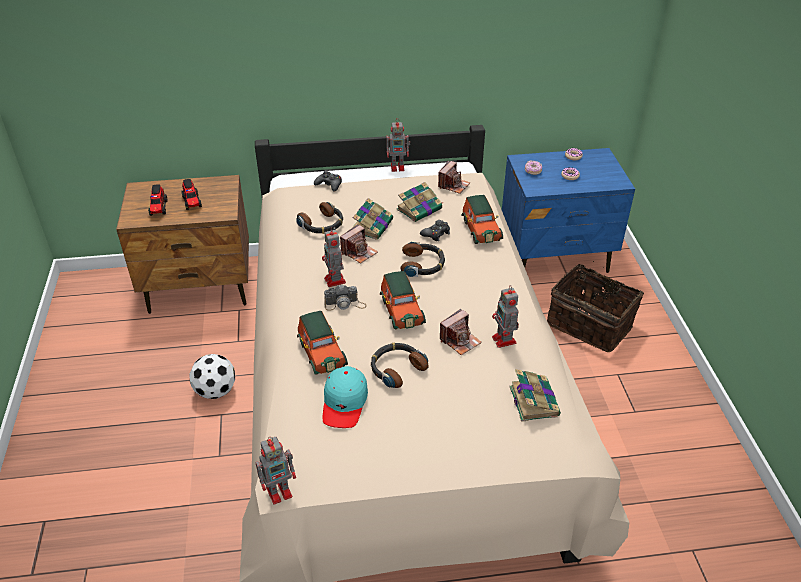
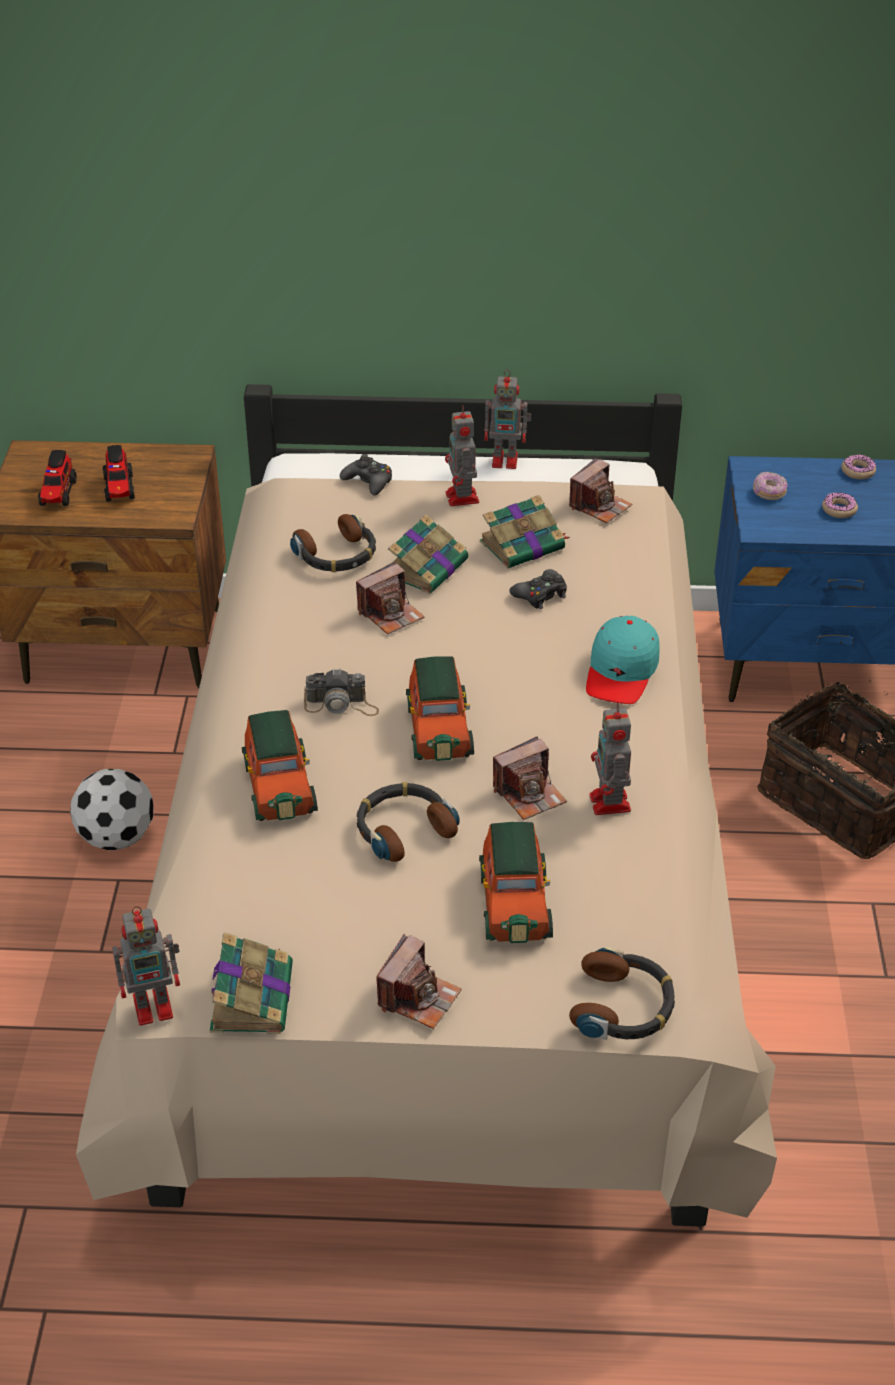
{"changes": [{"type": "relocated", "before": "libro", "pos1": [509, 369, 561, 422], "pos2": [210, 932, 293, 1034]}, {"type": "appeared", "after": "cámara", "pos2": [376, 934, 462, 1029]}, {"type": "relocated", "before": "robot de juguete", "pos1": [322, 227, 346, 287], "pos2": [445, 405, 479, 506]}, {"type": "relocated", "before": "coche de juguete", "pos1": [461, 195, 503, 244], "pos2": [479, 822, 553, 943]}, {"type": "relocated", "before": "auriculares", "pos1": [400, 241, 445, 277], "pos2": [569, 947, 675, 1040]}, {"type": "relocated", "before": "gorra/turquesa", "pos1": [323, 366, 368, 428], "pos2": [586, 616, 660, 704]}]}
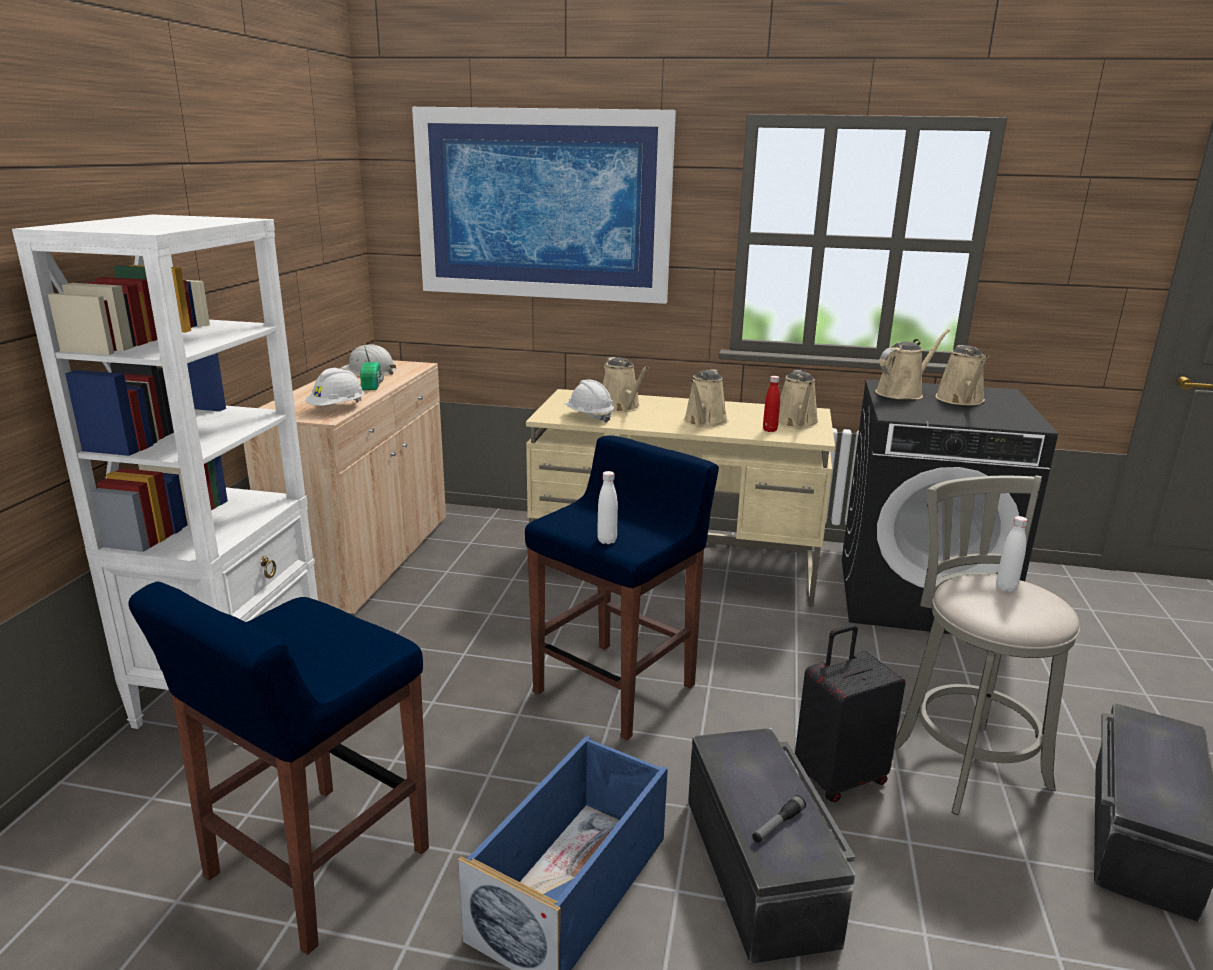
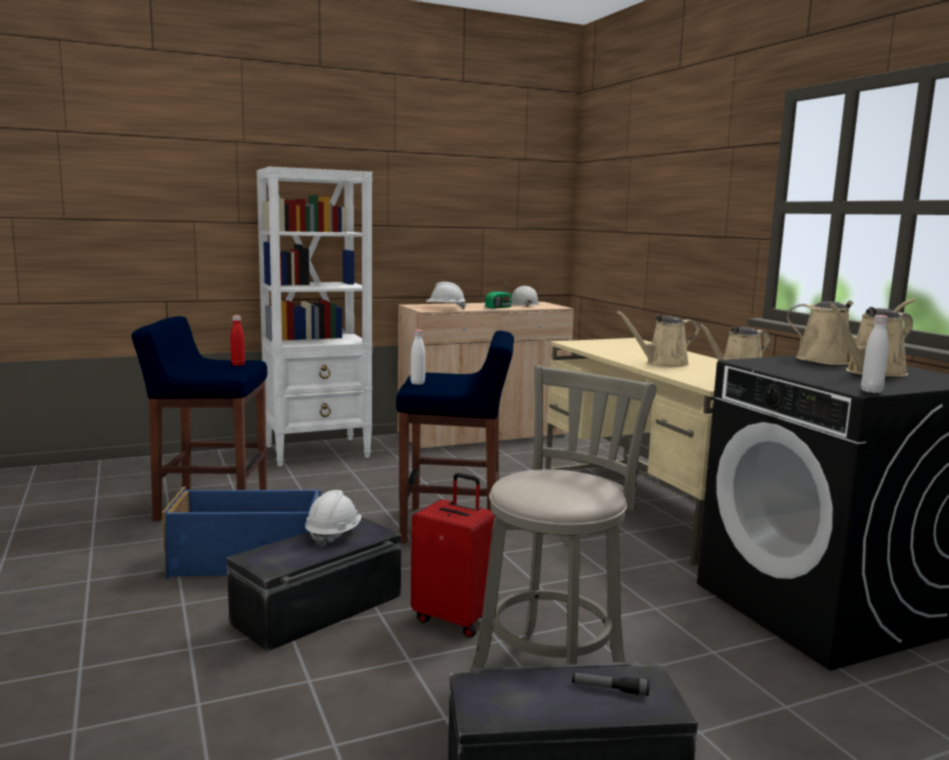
{"changes": [{"type": "relocated", "before": "botella/rojo", "pos1": [763, 376, 780, 432], "pos2": [230, 315, 245, 366]}, {"type": "relocated", "before": "casco/blanco", "pos1": [565, 380, 614, 423], "pos2": [305, 490, 362, 547]}, {"type": "colour", "before": "maleta/negro", "after": "maleta/rojo", "pos1": [795, 625, 906, 802], "pos2": [411, 473, 496, 638]}, {"type": "relocated", "before": "linterna", "pos1": [752, 795, 806, 843], "pos2": [572, 673, 649, 696]}, {"type": "relocated", "before": "botella/blanco", "pos1": [996, 516, 1028, 592], "pos2": [861, 315, 889, 393]}, {"type": "missing", "before": "cuadro", "pos1": [412, 107, 676, 304]}, {"type": "missing", "before": "regadera/beis", "pos1": [603, 357, 649, 412]}]}
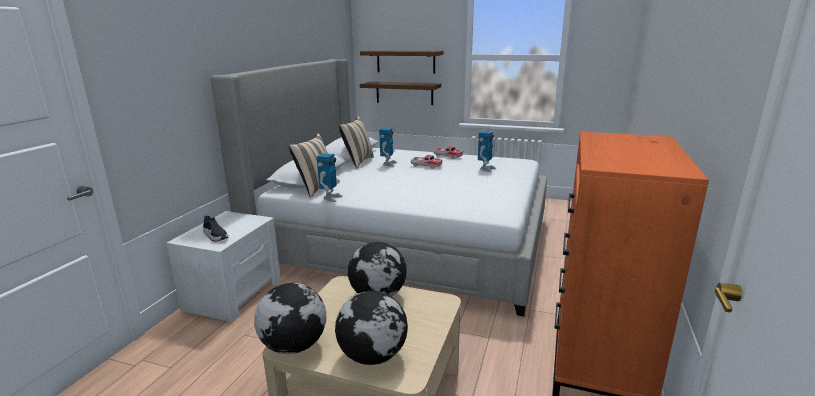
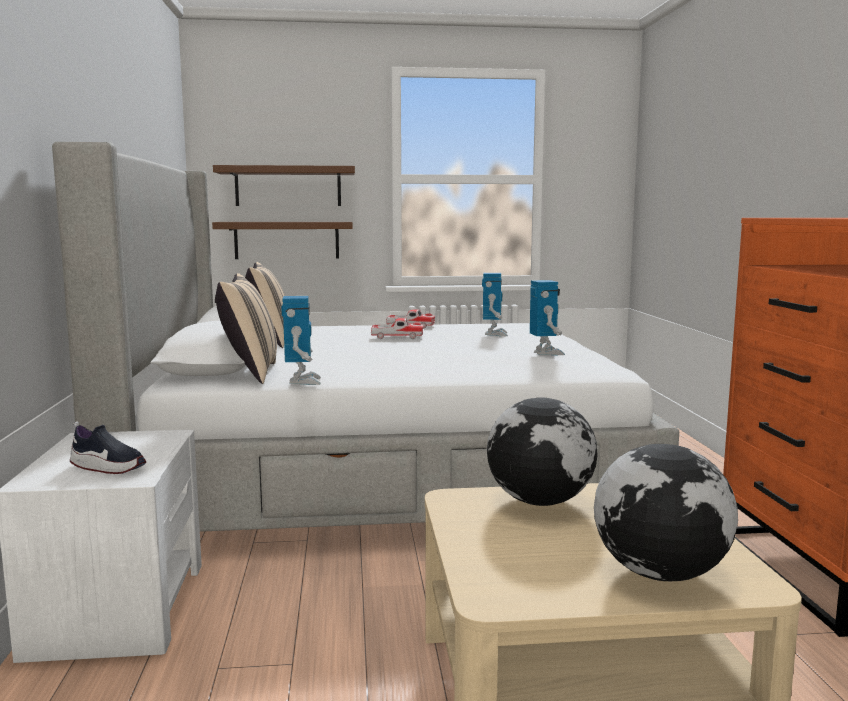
{"changes": [{"type": "relocated", "before": "robot de juguete", "pos1": [379, 128, 397, 167], "pos2": [530, 280, 565, 355]}, {"type": "missing", "before": "globo terráqueo", "pos1": [254, 283, 326, 354]}]}
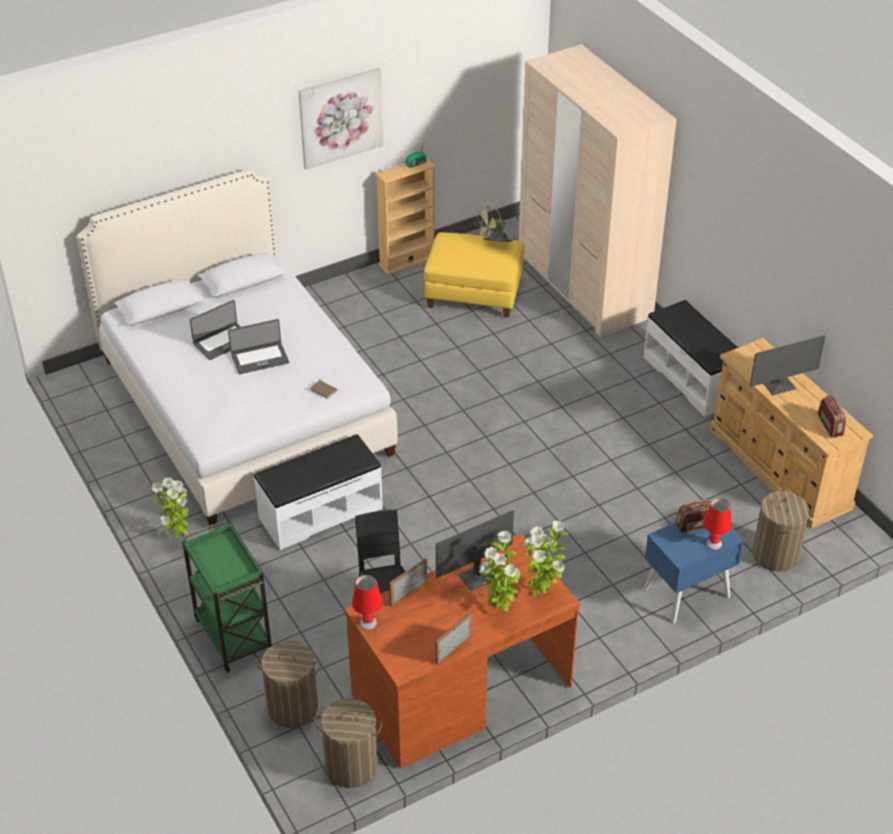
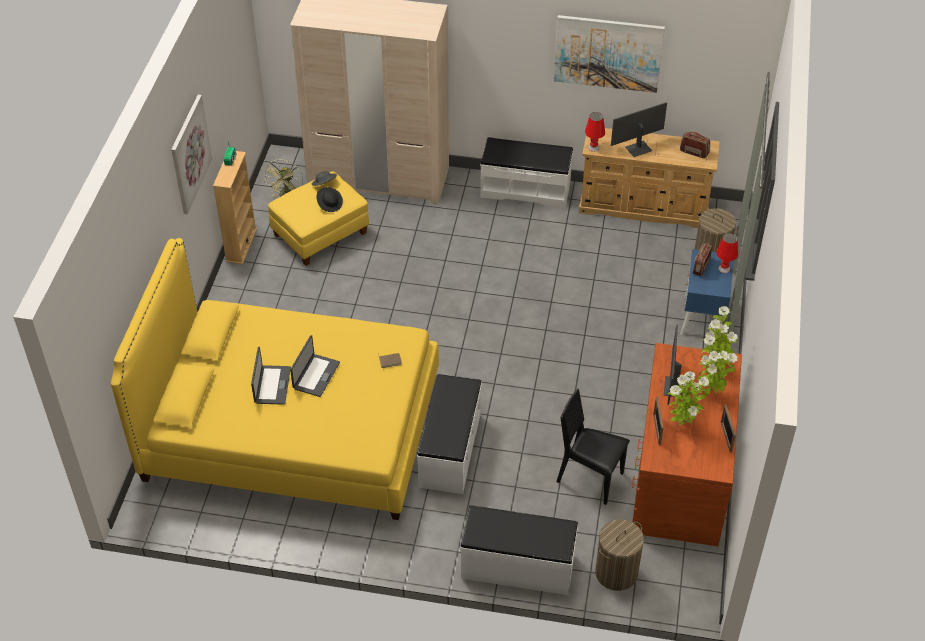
{"changes": [{"type": "colour", "before": "cama/blanco", "after": "cama/amarillo", "pos1": [77, 169, 398, 526], "pos2": [111, 238, 439, 520]}, {"type": "appeared", "after": "sombrero/negro", "pos2": [316, 187, 343, 212]}, {"type": "exchanged", "before": "carrito/verde", "after": "banco/blanco", "pos1": [182, 521, 272, 673], "pos2": [461, 505, 578, 595]}, {"type": "appeared", "after": "cuadro", "pos2": [554, 15, 665, 93]}, {"type": "relocated", "before": "lámpara de mesa/rojo", "pos1": [352, 575, 383, 630], "pos2": [585, 112, 605, 152]}, {"type": "spun", "before": "monitor", "pos1": [750, 335, 825, 395], "pos2": [611, 102, 667, 157], "turn": -135}, {"type": "relocated", "before": "planta en maceta", "pos1": [151, 477, 190, 538], "pos2": [667, 371, 710, 425]}, {"type": "missing", "before": "cesto de la ropa", "pos1": [315, 698, 382, 788]}]}
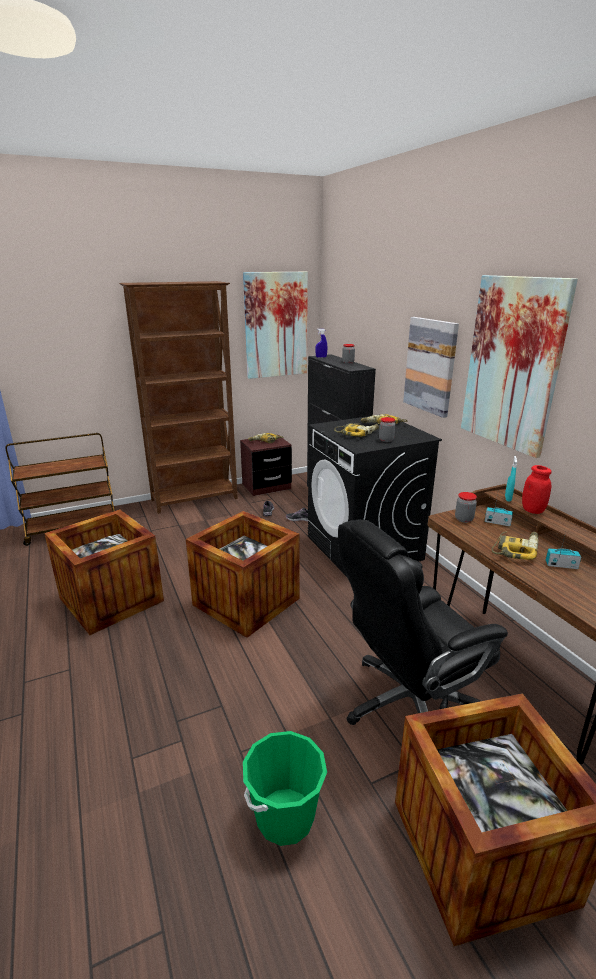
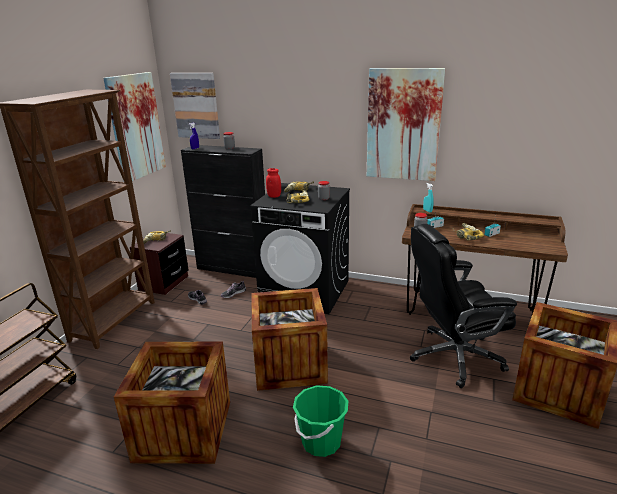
{"changes": [{"type": "relocated", "before": "cuadro", "pos1": [403, 317, 459, 418], "pos2": [170, 73, 220, 139]}, {"type": "relocated", "before": "tarro/rojo", "pos1": [522, 465, 552, 514], "pos2": [266, 168, 281, 198]}, {"type": "relocated", "before": "cubo/verde", "pos1": [243, 731, 327, 846], "pos2": [293, 385, 348, 457]}, {"type": "spun", "before": "silla de oficina/negro", "pos1": [338, 519, 508, 725], "pos2": [410, 224, 517, 388], "turn": 60}]}
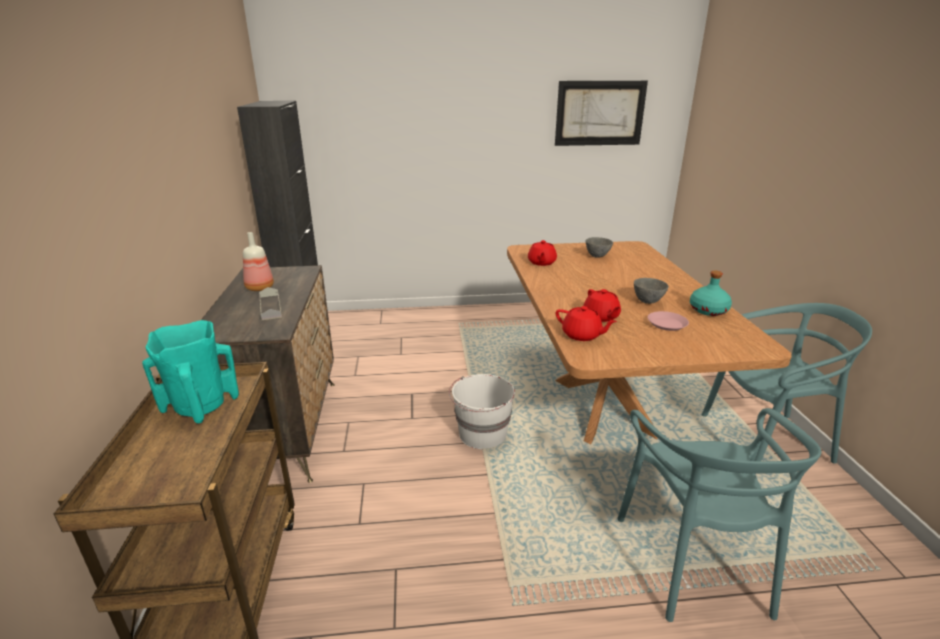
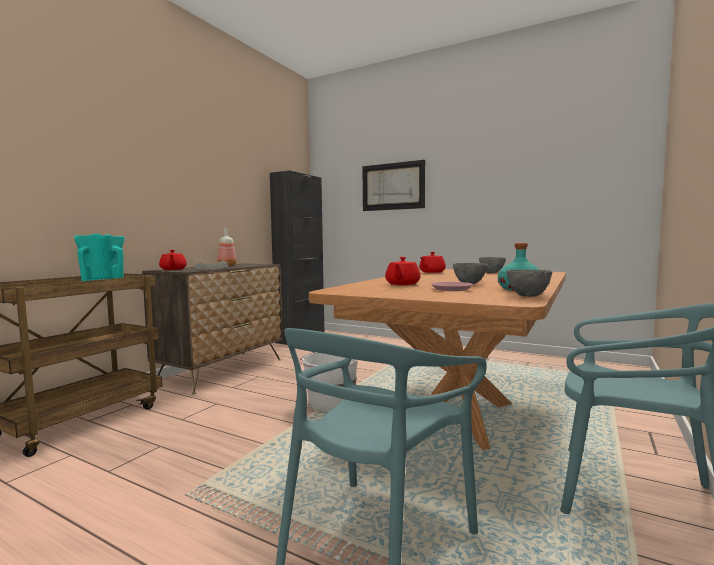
{"changes": [{"type": "relocated", "before": "tetera/rojo", "pos1": [556, 306, 617, 341], "pos2": [159, 250, 187, 270]}, {"type": "relocated", "before": "cuadro", "pos1": [555, 81, 648, 146], "pos2": [362, 160, 425, 211]}, {"type": "appeared", "after": "cuenco/gris", "pos2": [507, 270, 553, 297]}]}
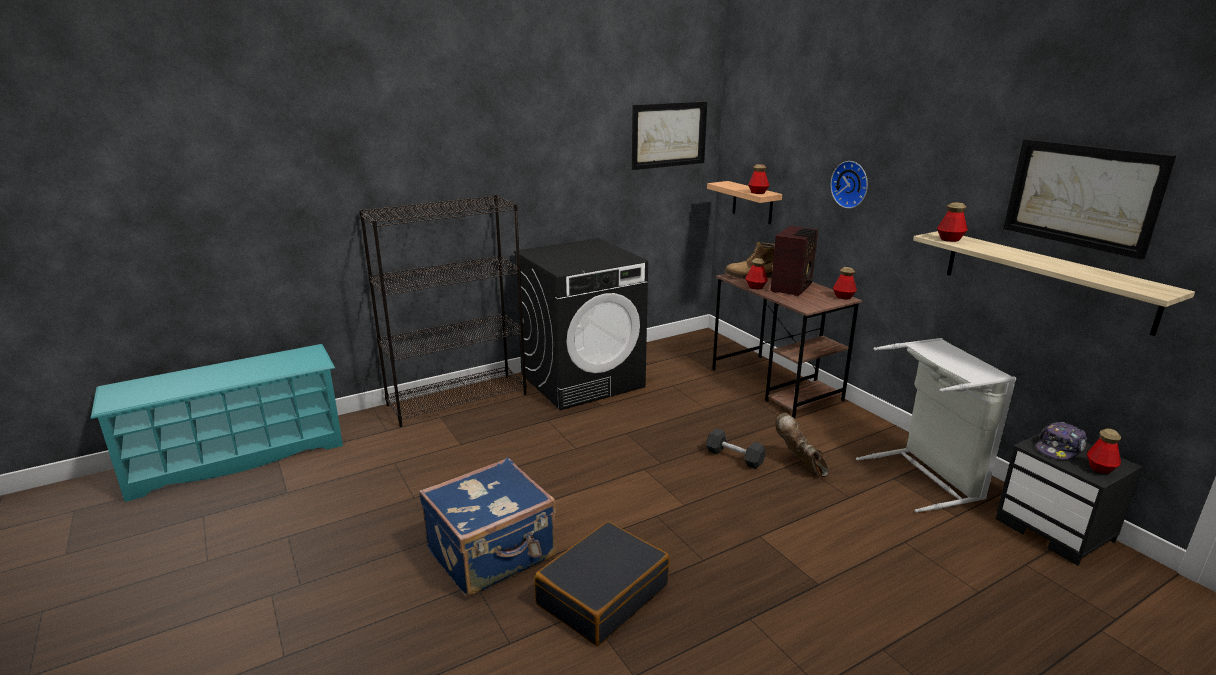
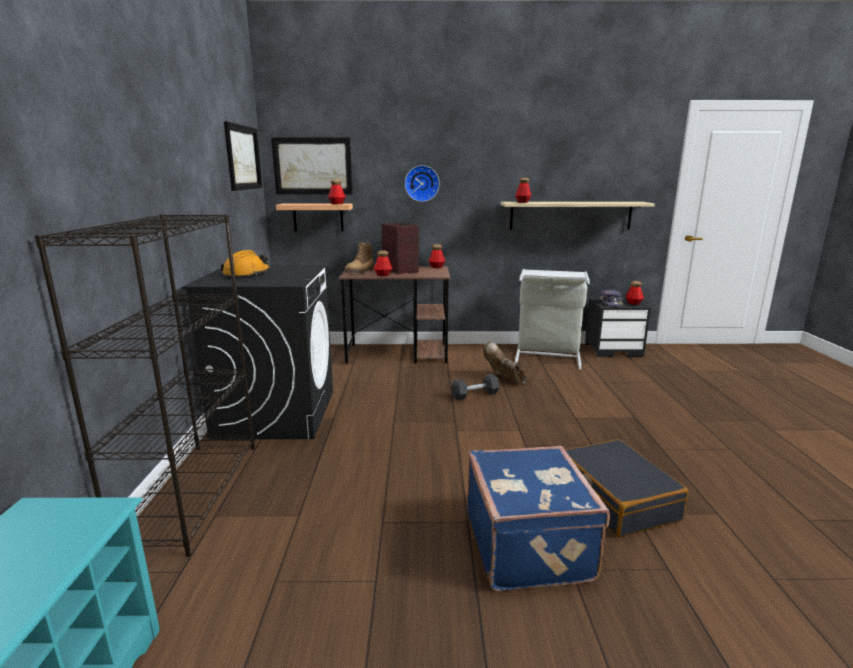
{"changes": [{"type": "appeared", "after": "casco/naranja", "pos2": [221, 250, 270, 279]}, {"type": "relocated", "before": "cuadro", "pos1": [1003, 139, 1176, 260], "pos2": [271, 137, 353, 194]}, {"type": "spun", "before": "bota/marrón", "pos1": [775, 413, 829, 477], "pos2": [483, 341, 526, 385], "turn": 45}]}
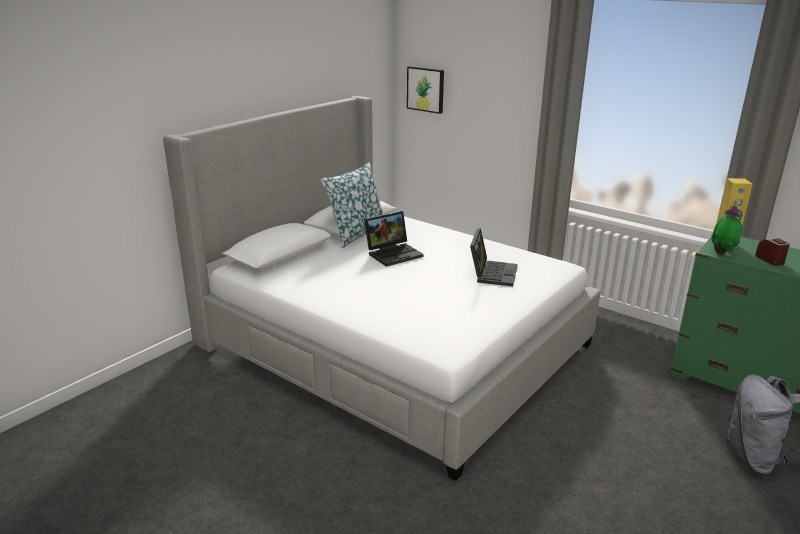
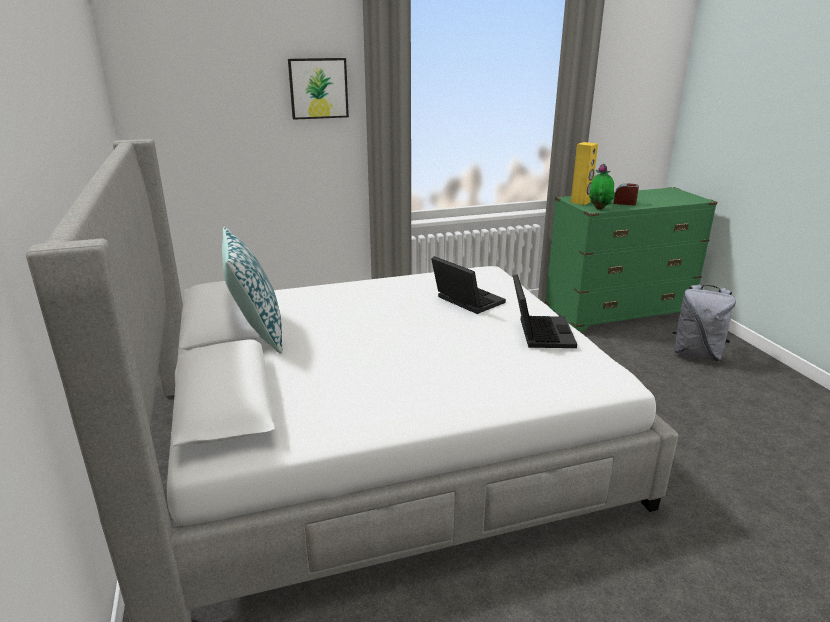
{"changes": [{"type": "relocated", "before": "cuadro", "pos1": [407, 66, 444, 114], "pos2": [288, 58, 349, 120]}, {"type": "relocated", "before": "portátil", "pos1": [364, 211, 424, 267], "pos2": [513, 274, 577, 348]}]}
